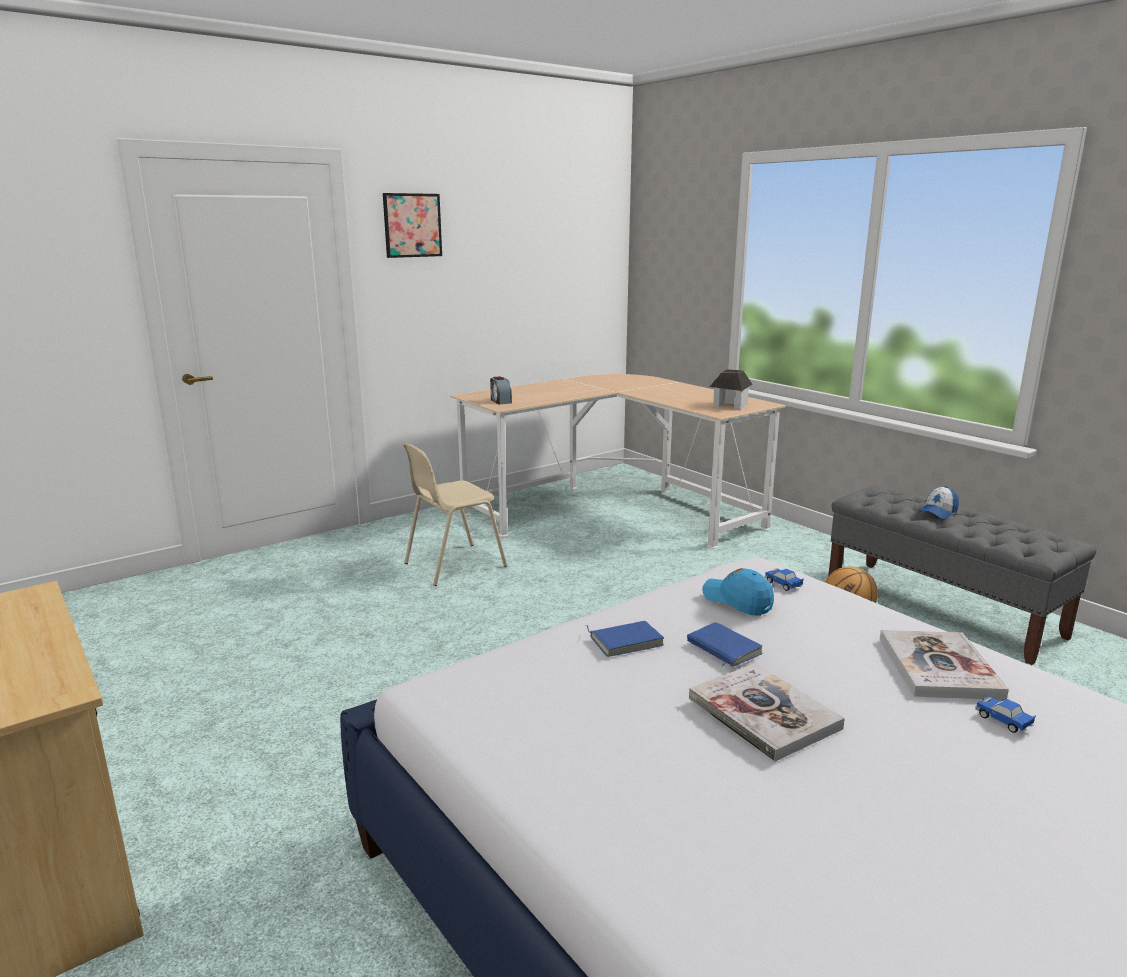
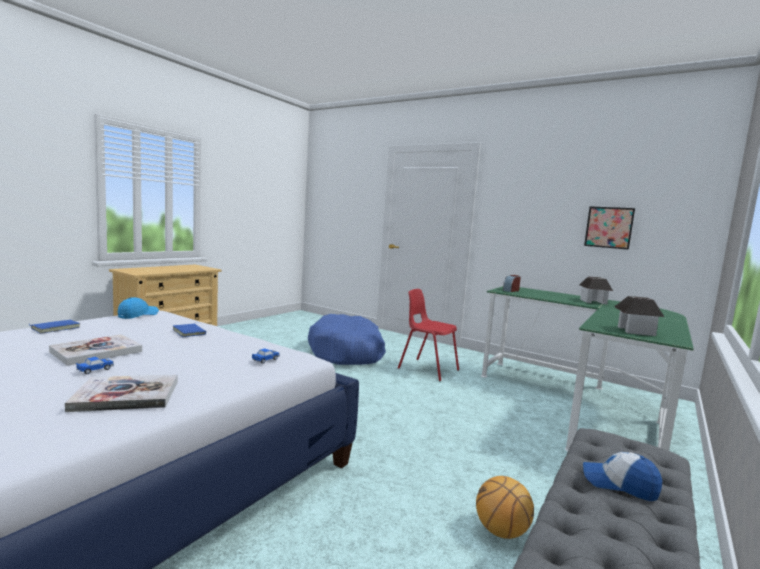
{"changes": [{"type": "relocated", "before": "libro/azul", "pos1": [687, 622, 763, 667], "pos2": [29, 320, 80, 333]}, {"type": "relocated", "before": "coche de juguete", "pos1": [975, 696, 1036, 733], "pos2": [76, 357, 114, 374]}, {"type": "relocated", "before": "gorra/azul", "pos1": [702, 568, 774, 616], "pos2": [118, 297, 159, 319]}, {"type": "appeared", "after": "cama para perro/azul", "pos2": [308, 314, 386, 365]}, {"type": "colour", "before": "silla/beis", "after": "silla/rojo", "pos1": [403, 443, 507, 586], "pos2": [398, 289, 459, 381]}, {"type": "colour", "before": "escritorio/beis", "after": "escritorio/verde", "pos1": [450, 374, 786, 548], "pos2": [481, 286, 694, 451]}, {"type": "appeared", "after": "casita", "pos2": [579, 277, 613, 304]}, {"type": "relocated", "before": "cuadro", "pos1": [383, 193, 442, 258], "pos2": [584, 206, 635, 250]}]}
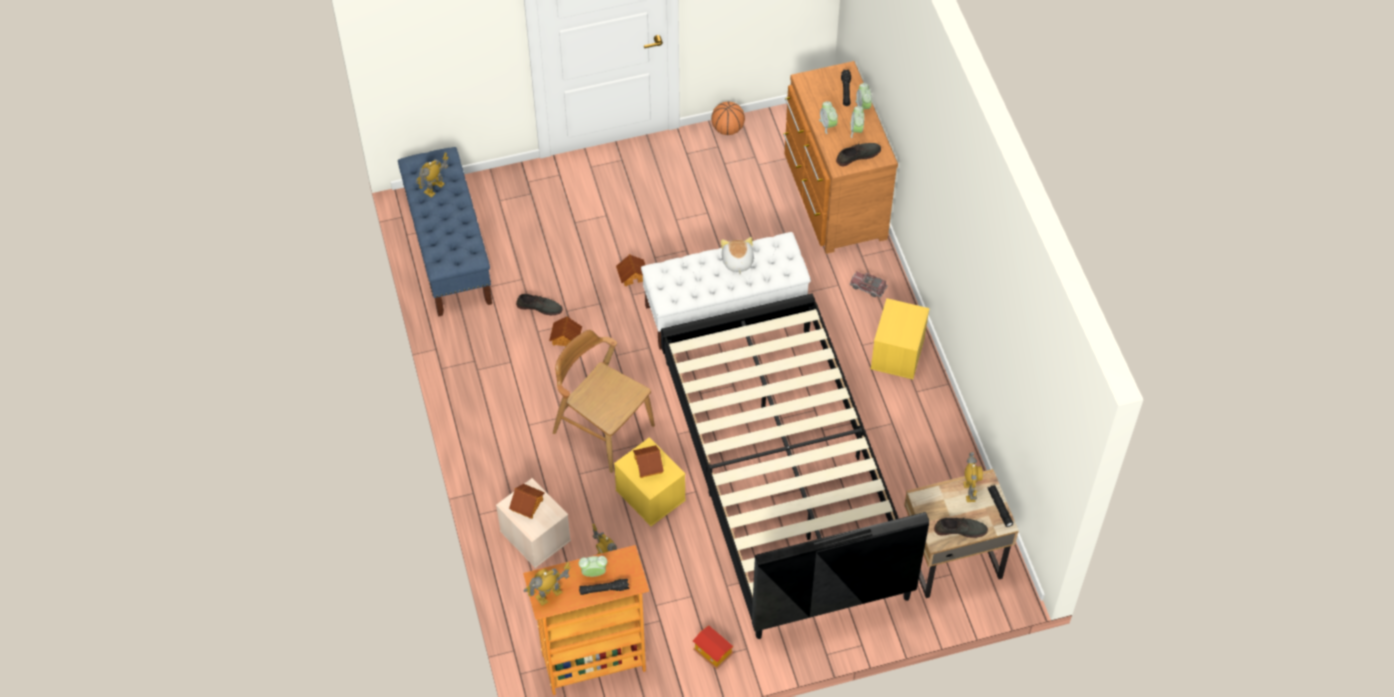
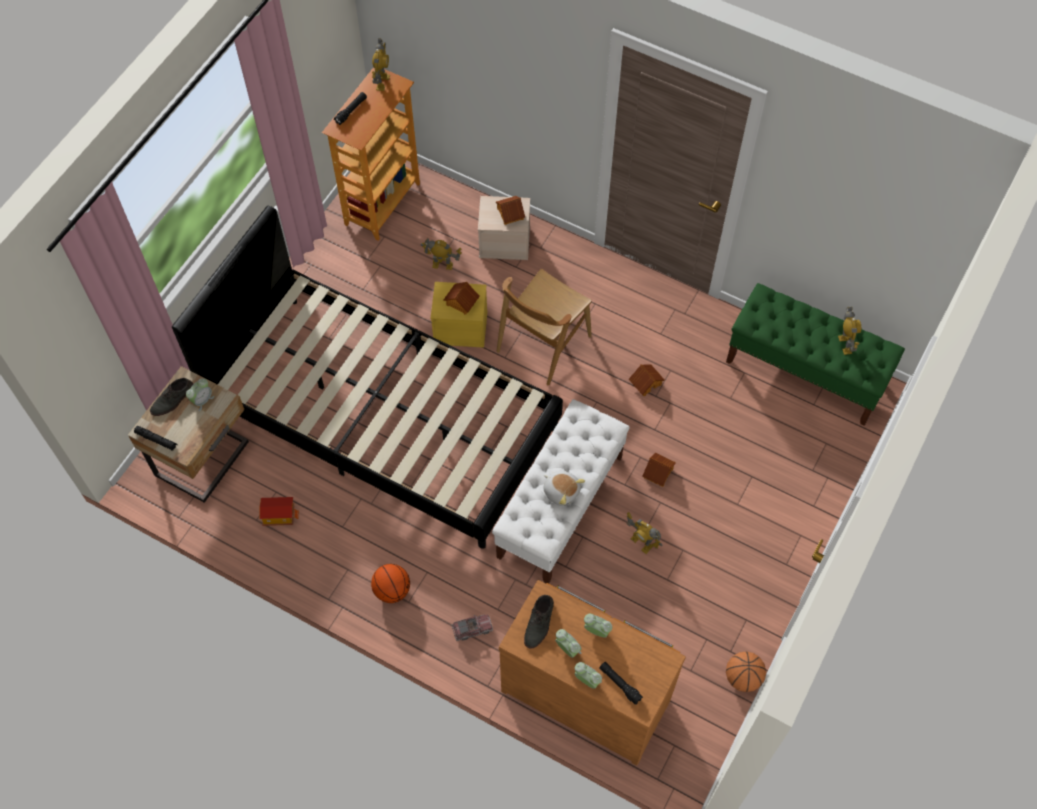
{"changes": [{"type": "relocated", "before": "despertador", "pos1": [579, 556, 607, 577], "pos2": [186, 378, 215, 411]}, {"type": "relocated", "before": "casita", "pos1": [693, 625, 734, 670], "pos2": [260, 497, 299, 526]}, {"type": "exchanged", "before": "caja de almacenaje/amarillo", "after": "balón de baloncesto", "pos1": [871, 298, 930, 379], "pos2": [371, 564, 410, 603]}, {"type": "spun", "before": "silla/marrón", "pos1": [553, 330, 655, 473], "pos2": [497, 269, 592, 385], "turn": 135}, {"type": "relocated", "before": "robot de juguete", "pos1": [963, 452, 983, 502], "pos2": [627, 512, 663, 554]}, {"type": "colour", "before": "banco/azul", "after": "banco/verde", "pos1": [398, 147, 492, 317], "pos2": [726, 283, 905, 426]}, {"type": "missing", "before": "zapato/gris", "pos1": [516, 294, 563, 315]}]}
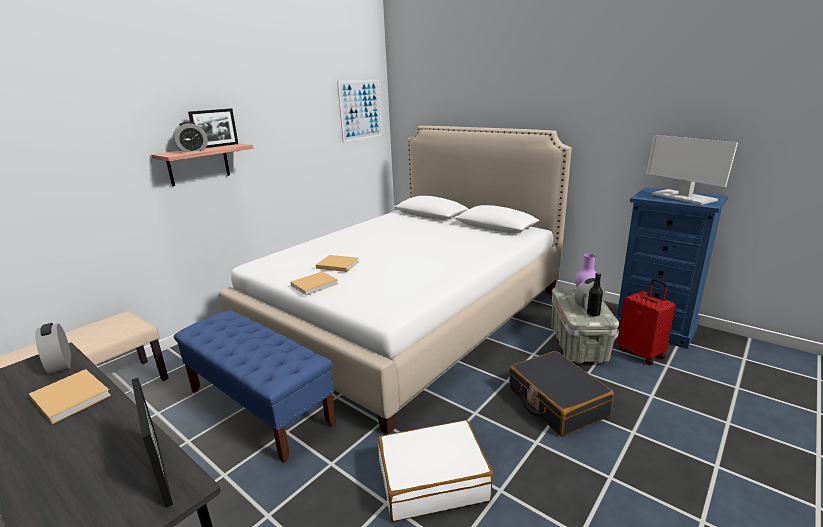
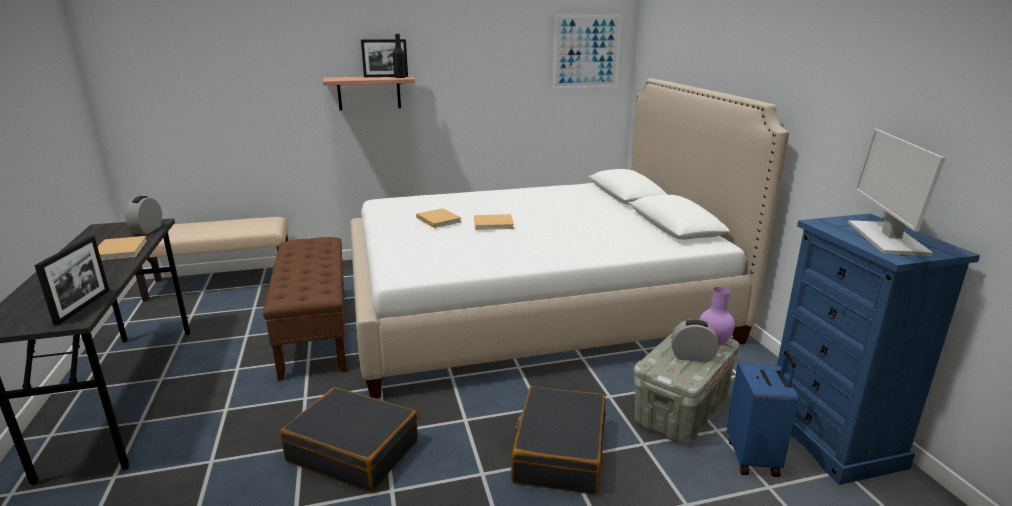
{"changes": [{"type": "colour", "before": "banco/azul", "after": "banco/marrón", "pos1": [174, 310, 336, 463], "pos2": [263, 237, 347, 381]}, {"type": "colour", "before": "maleta/blanco", "after": "maleta/negro", "pos1": [378, 420, 493, 522], "pos2": [280, 387, 418, 491]}, {"type": "relocated", "before": "botella/negro", "pos1": [587, 272, 603, 316], "pos2": [393, 34, 406, 78]}, {"type": "relocated", "before": "libro/beis", "pos1": [290, 271, 339, 295], "pos2": [474, 214, 514, 230]}, {"type": "colour", "before": "maleta/rojo", "after": "maleta/azul", "pos1": [617, 279, 675, 365], "pos2": [727, 350, 798, 477]}, {"type": "missing", "before": "despertador", "pos1": [173, 122, 208, 152]}]}
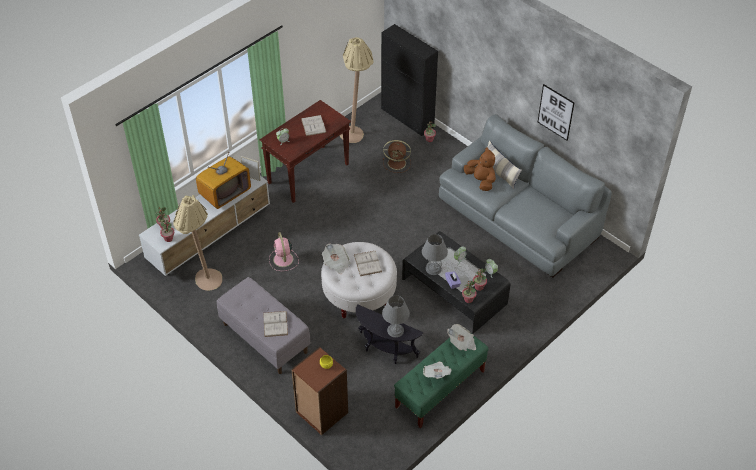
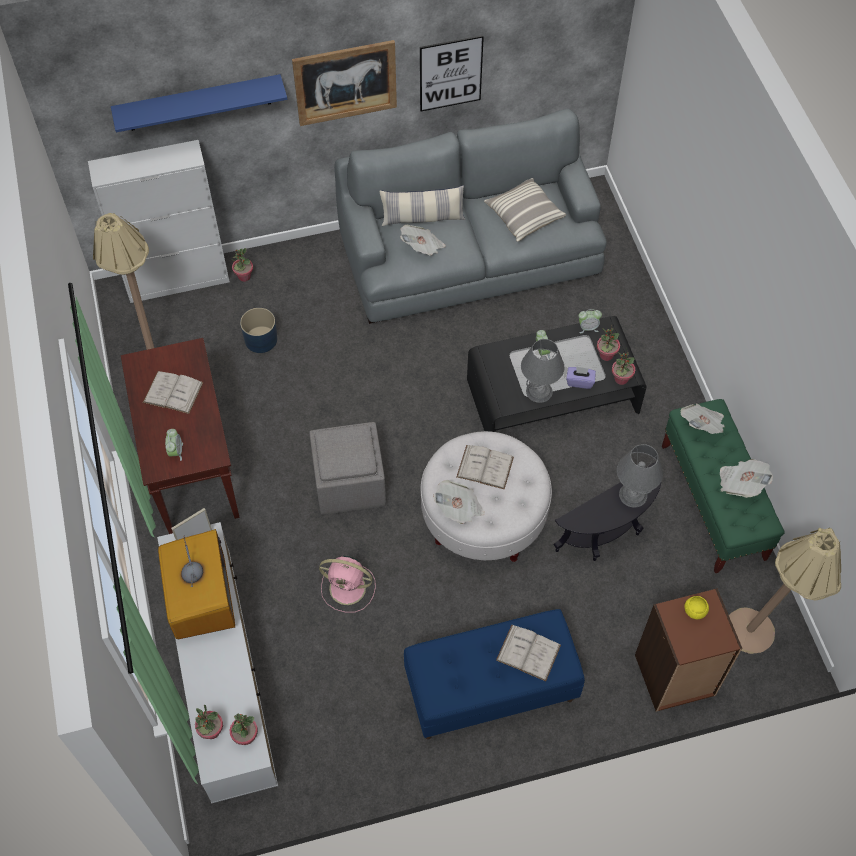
{"changes": [{"type": "colour", "before": "armario/negro", "after": "armario/blanco", "pos1": [381, 24, 438, 136], "pos2": [88, 140, 230, 303]}, {"type": "appeared", "after": "estante/azul", "pos2": [111, 74, 287, 132]}, {"type": "exchanged", "before": "ventilador/marrón", "after": "maceta/azul", "pos1": [383, 140, 411, 173], "pos2": [240, 308, 277, 353]}, {"type": "appeared", "after": "cuadro", "pos2": [292, 40, 397, 126]}, {"type": "appeared", "after": "puf/gris", "pos2": [309, 422, 386, 515]}, {"type": "exchanged", "before": "peluche/marrón", "after": "periódico", "pos1": [464, 147, 496, 191], "pos2": [400, 225, 446, 256]}, {"type": "colour", "before": "banco/gris", "after": "banco/azul", "pos1": [217, 277, 311, 374], "pos2": [404, 609, 585, 740]}, {"type": "appeared", "after": "cojín", "pos2": [484, 178, 566, 242]}, {"type": "relocated", "before": "lámpara de pie/beis", "pos1": [173, 195, 222, 291], "pos2": [729, 526, 841, 654]}]}
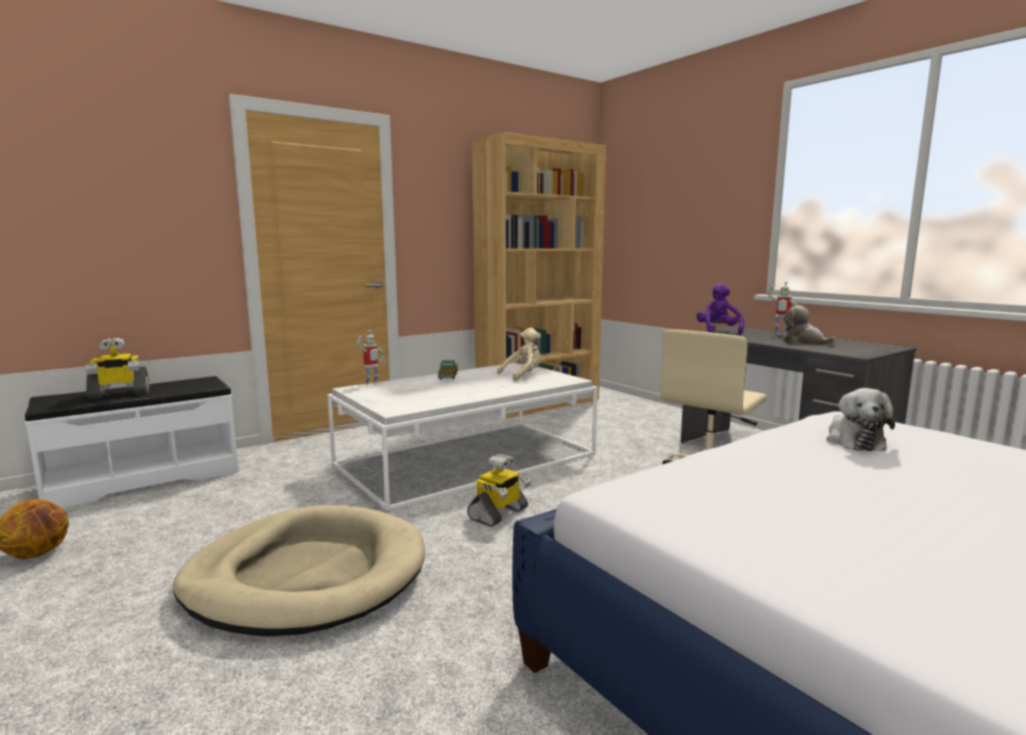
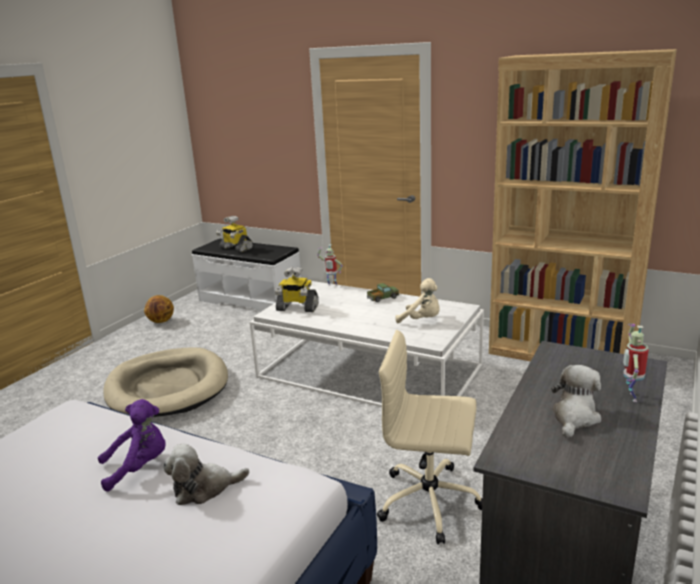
{"changes": [{"type": "relocated", "before": "peluche/morado", "pos1": [696, 284, 744, 335], "pos2": [98, 399, 166, 491]}, {"type": "relocated", "before": "robot de juguete", "pos1": [467, 454, 531, 527], "pos2": [275, 267, 319, 312]}]}
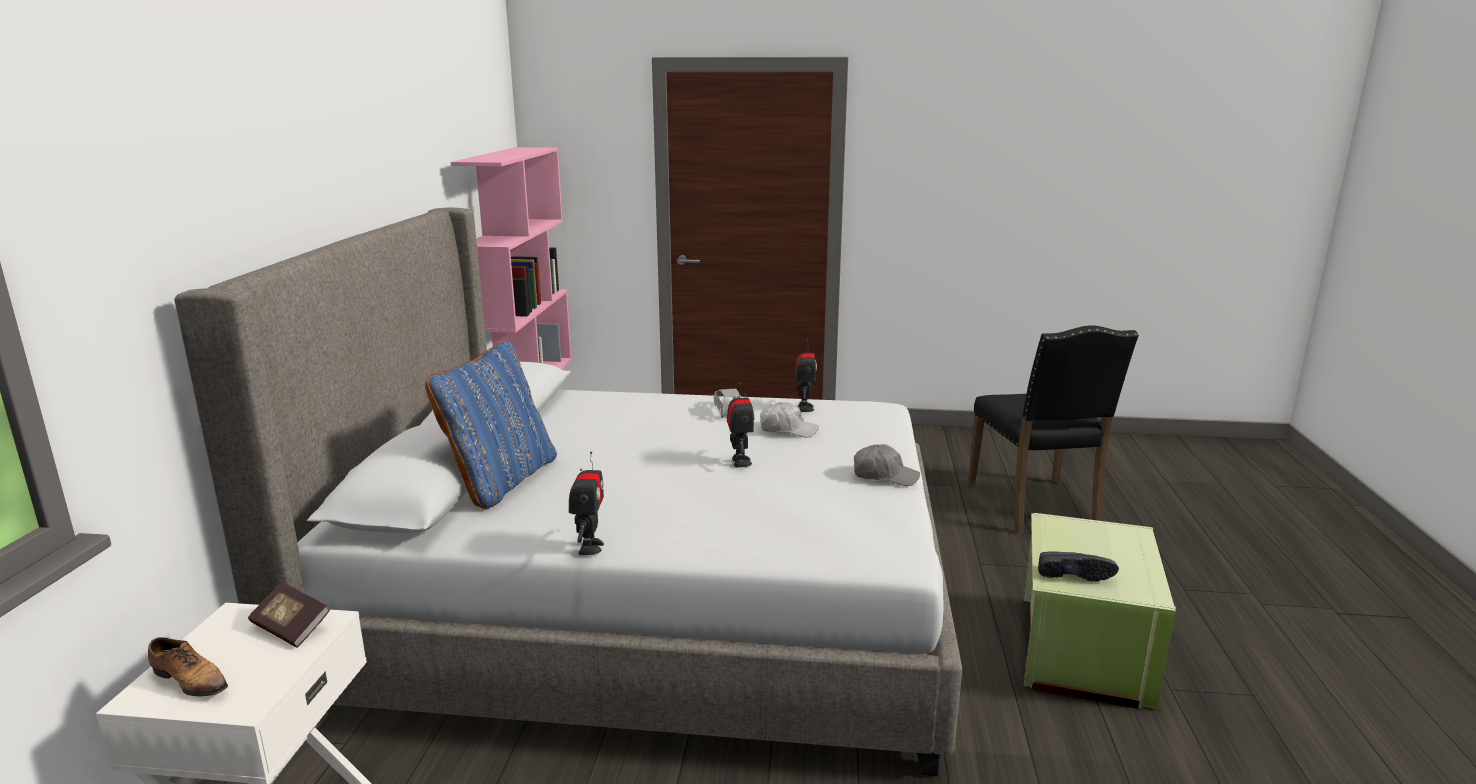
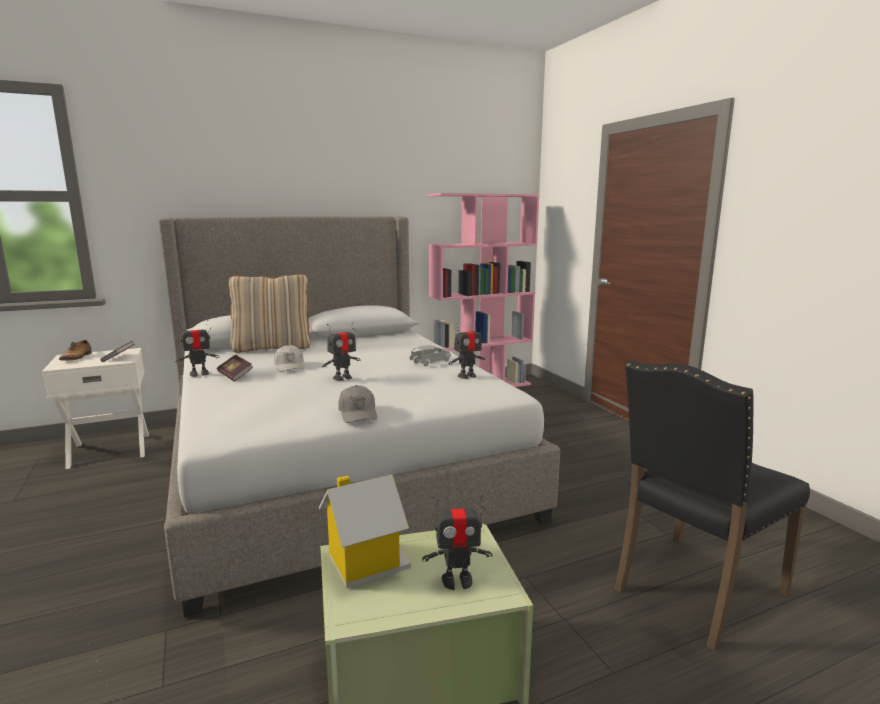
{"changes": [{"type": "appeared", "after": "libro", "pos2": [217, 355, 253, 381]}, {"type": "colour", "before": "cojín/azul", "after": "cojín/beis", "pos1": [425, 341, 557, 510], "pos2": [229, 274, 311, 353]}, {"type": "relocated", "before": "gorra/blanco", "pos1": [760, 402, 818, 438], "pos2": [274, 345, 304, 372]}, {"type": "exchanged", "before": "zapato/negro", "after": "casita", "pos1": [1038, 551, 1119, 582], "pos2": [319, 474, 411, 589]}, {"type": "appeared", "after": "robot de juguete", "pos2": [422, 496, 492, 590]}]}
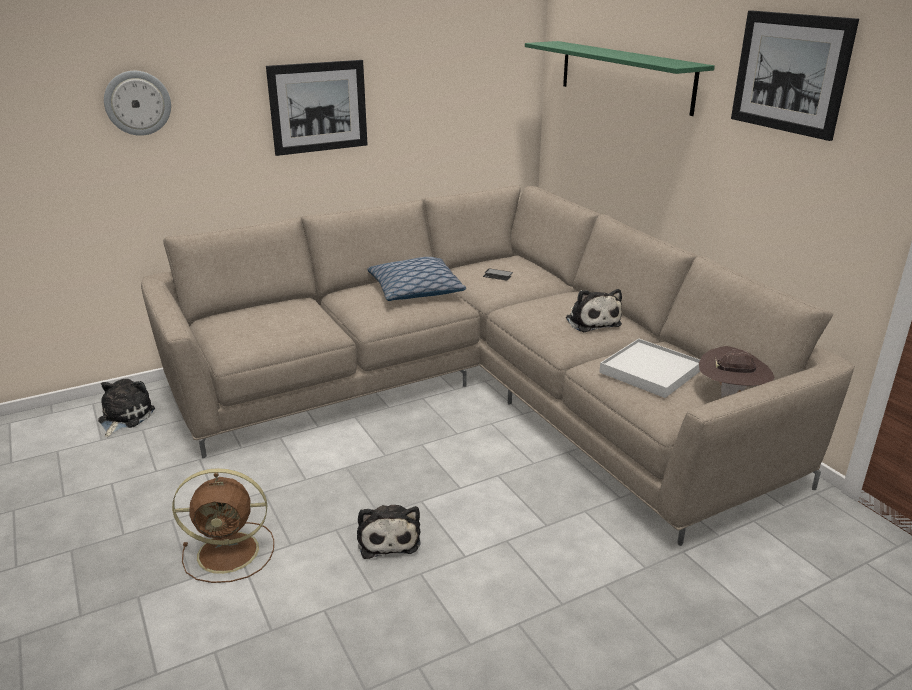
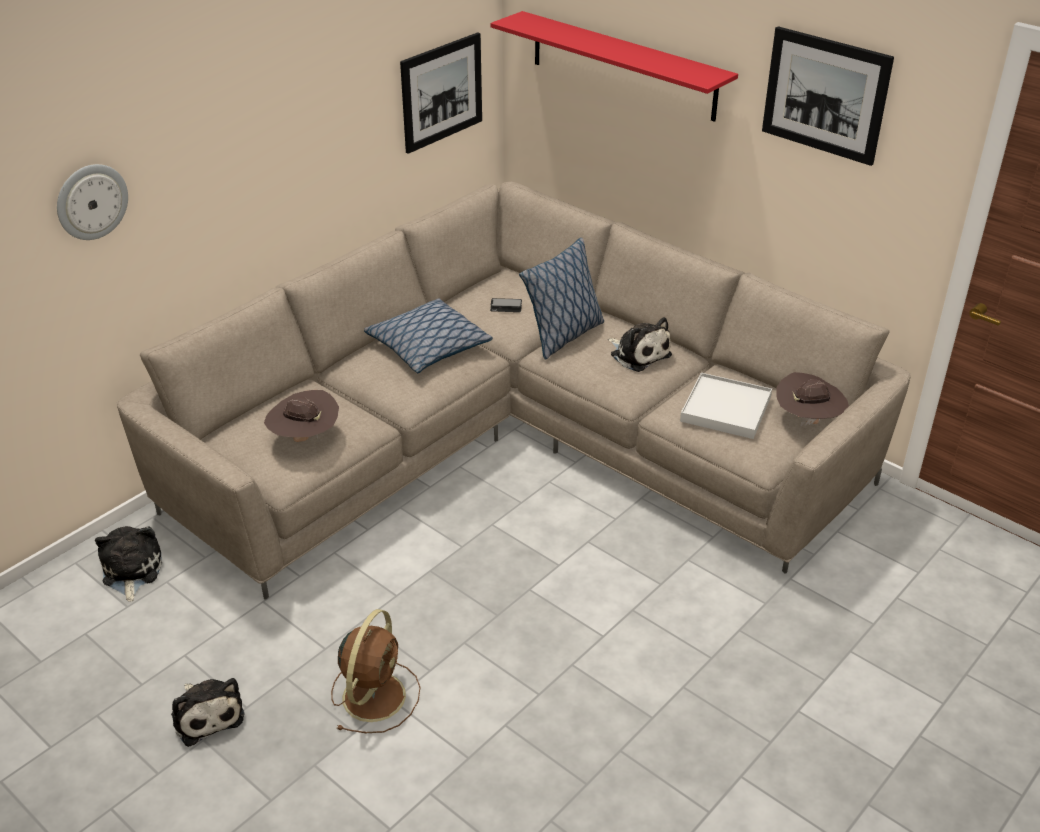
{"changes": [{"type": "relocated", "before": "peluche", "pos1": [357, 505, 420, 559], "pos2": [171, 678, 245, 747]}, {"type": "appeared", "after": "sombrero/marrón", "pos2": [264, 390, 339, 442]}, {"type": "spun", "before": "ventilador/marrón", "pos1": [172, 468, 274, 583], "pos2": [331, 609, 420, 733], "turn": -45}, {"type": "relocated", "before": "cuadro", "pos1": [266, 60, 368, 156], "pos2": [400, 32, 482, 154]}, {"type": "colour", "before": "estante/verde", "after": "estante/rojo", "pos1": [525, 41, 715, 116], "pos2": [490, 11, 738, 122]}, {"type": "appeared", "after": "cojín", "pos2": [519, 238, 604, 360]}]}
